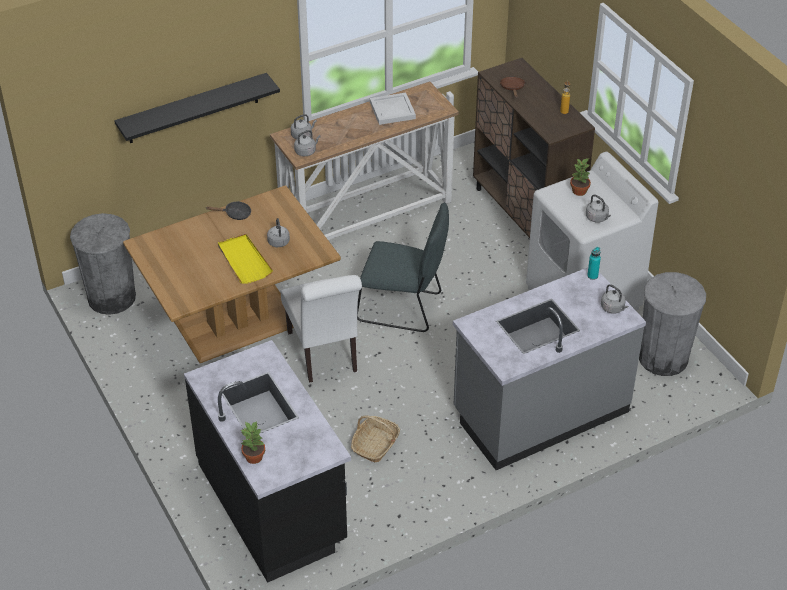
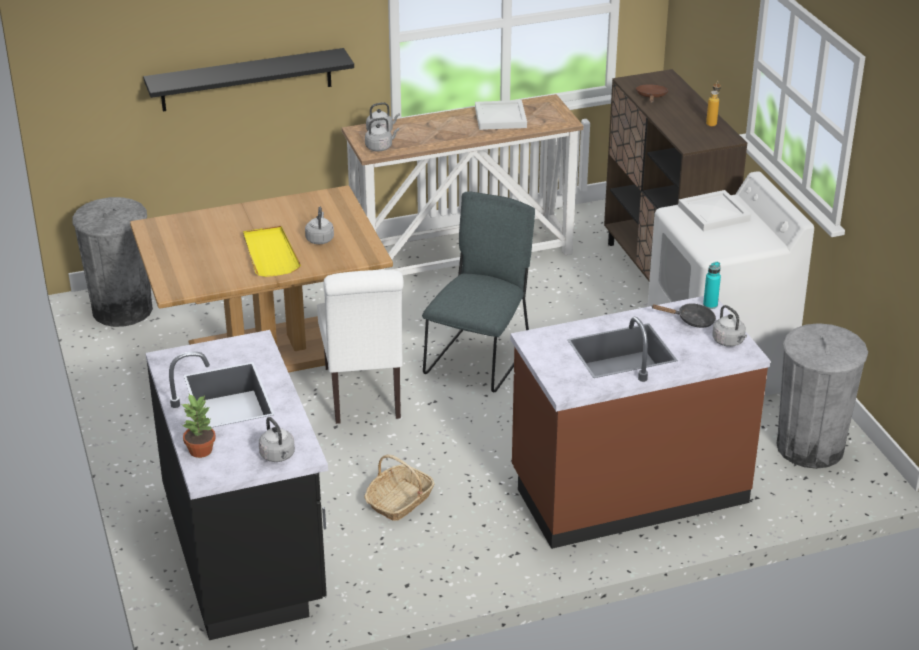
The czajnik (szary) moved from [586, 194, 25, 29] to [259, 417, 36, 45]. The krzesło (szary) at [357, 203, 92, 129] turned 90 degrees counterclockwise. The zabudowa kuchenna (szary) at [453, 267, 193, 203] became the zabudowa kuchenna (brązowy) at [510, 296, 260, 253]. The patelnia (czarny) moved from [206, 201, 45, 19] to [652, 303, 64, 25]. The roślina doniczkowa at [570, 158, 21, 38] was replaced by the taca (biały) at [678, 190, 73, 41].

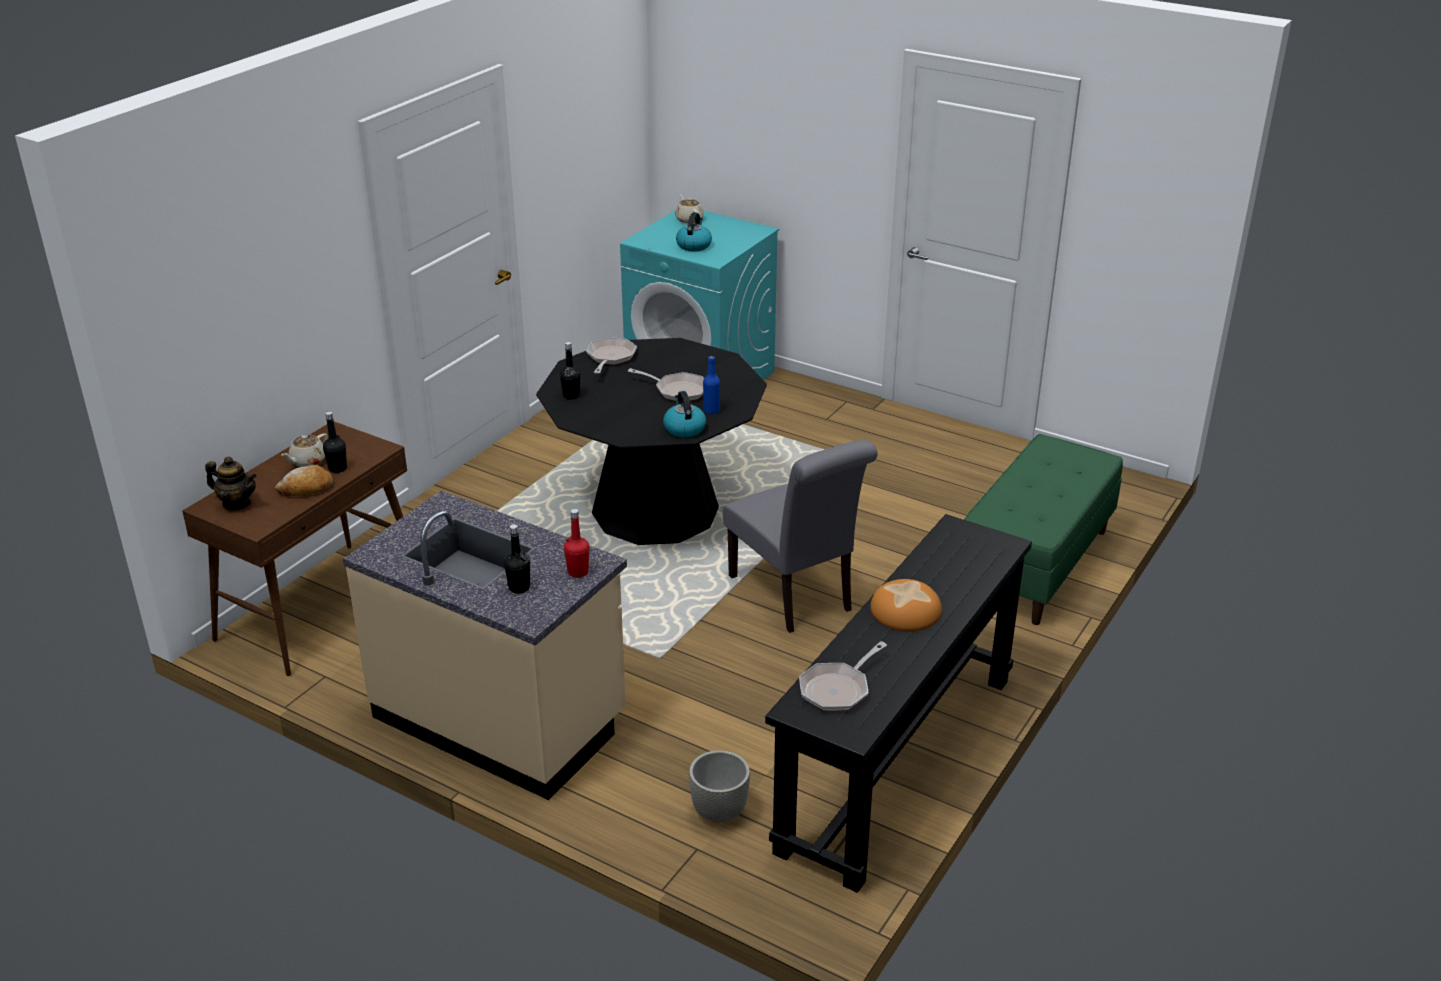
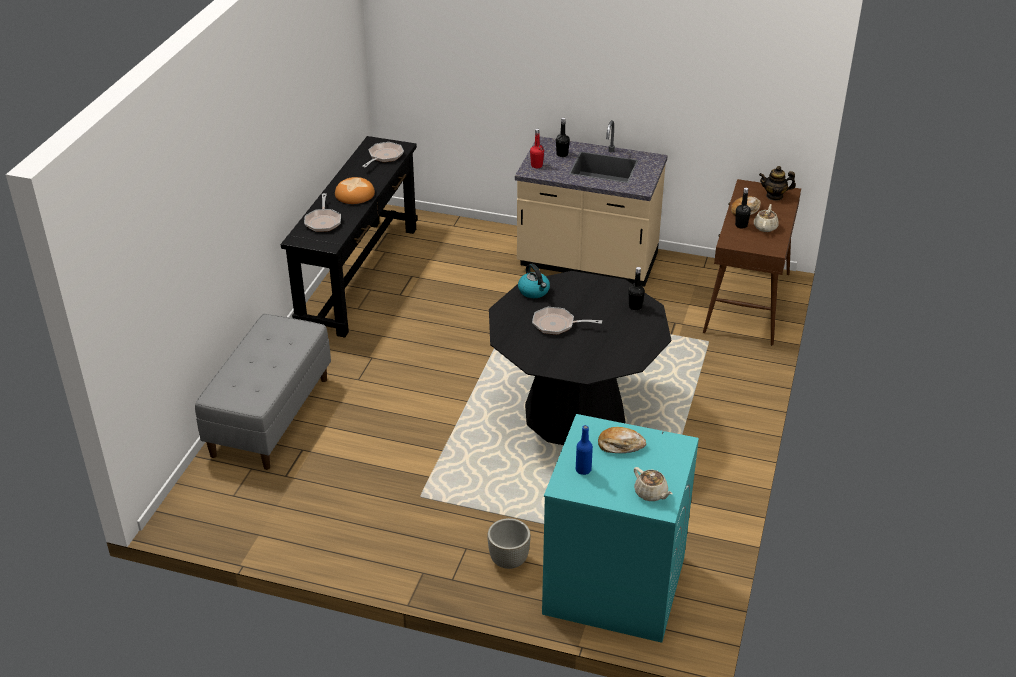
The ławka (zielony) at [964, 434, 159, 191] became the ławka (szary) at [195, 313, 136, 157]. The patelnia moved from [586, 337, 51, 37] to [304, 193, 37, 39]. The donica (szary) moved from [689, 750, 61, 73] to [487, 518, 44, 51]. The butelka (niebieski) moved from [703, 356, 17, 58] to [576, 425, 17, 50]. The czajnik at [676, 212, 36, 39] was replaced by the chleb at [598, 427, 48, 26]. The krzesło (szary) at [723, 440, 155, 193] disappeared.

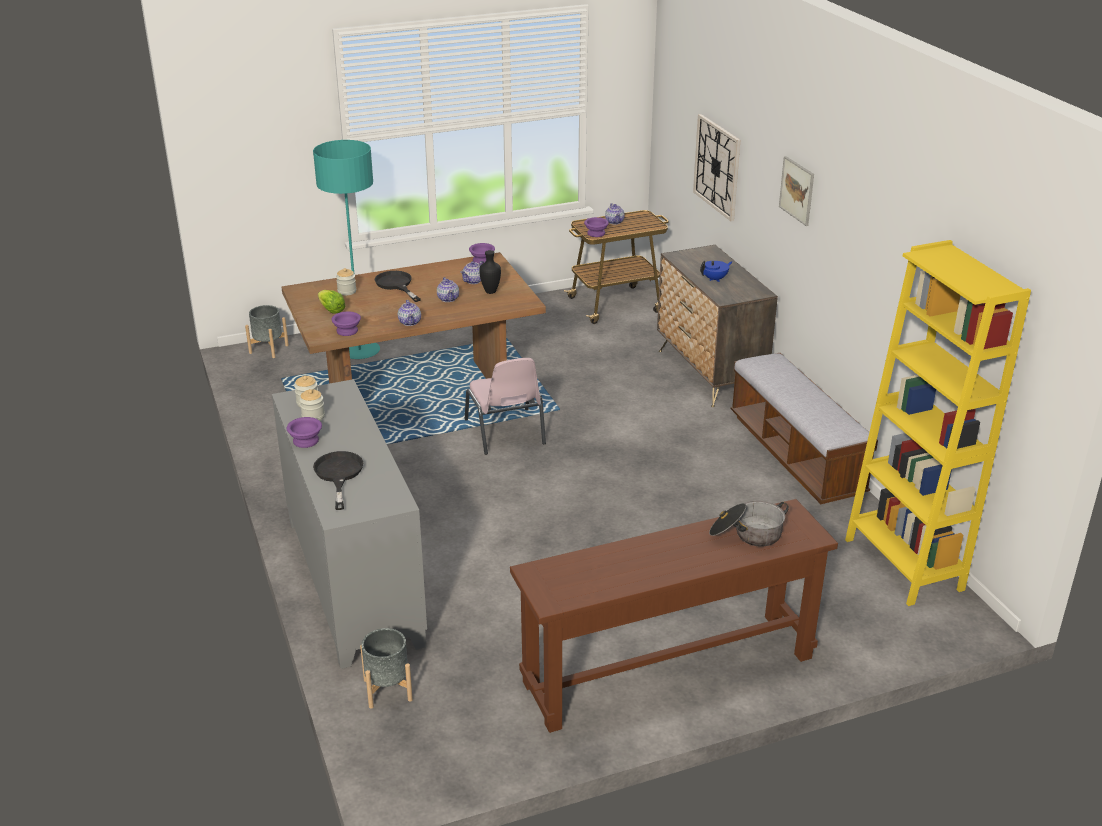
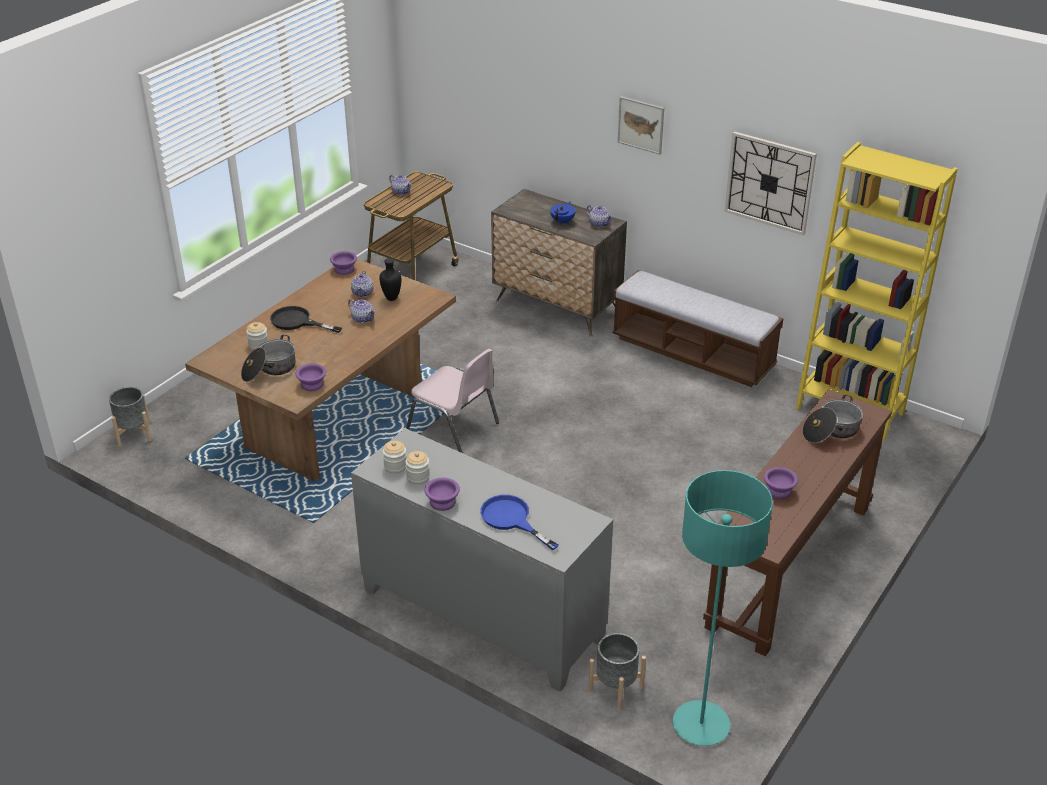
The sałata at [318, 290, 27, 24] was replaced by the garnek at [241, 335, 55, 47]. The patelnia (czarny) at [313, 451, 51, 59] became the patelnia (niebieski) at [480, 495, 79, 55]. The imbryk moved from [398, 300, 23, 26] to [586, 205, 27, 22]. The lampa stojąca (turkusowy) moved from [313, 140, 67, 219] to [673, 470, 100, 276]. The zegar ścienny moved from [693, 114, 47, 107] to [724, 131, 93, 104]. The miska (fioletowy) moved from [584, 217, 25, 20] to [764, 467, 34, 32].

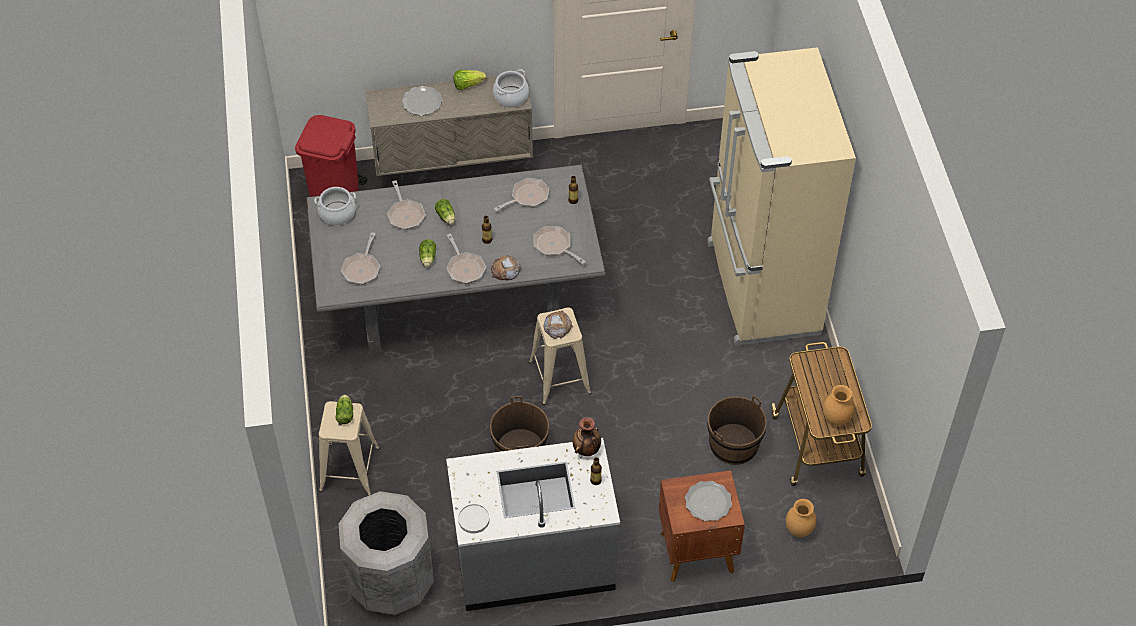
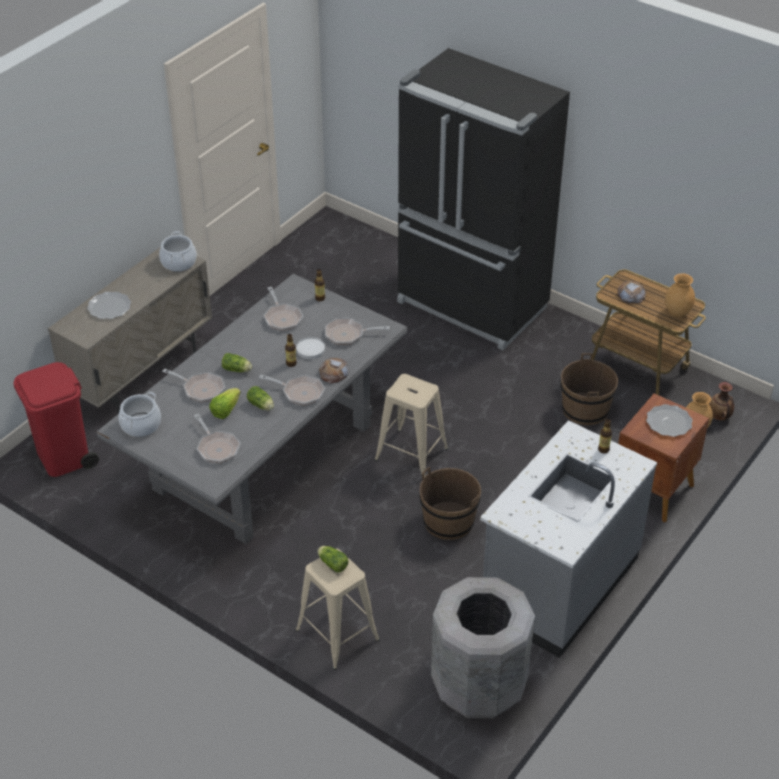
The sałata moved from [454, 70, 32, 20] to [209, 388, 32, 31]. The patelnia at [493, 178, 56, 33] turned 150 degrees clockwise. The talerz (biały) moved from [458, 504, 32, 30] to [296, 337, 29, 22]. The lodówka (beżowy) at [707, 47, 149, 299] became the lodówka (czarny) at [397, 48, 173, 303]. The chleb moved from [543, 311, 30, 28] to [617, 280, 29, 24]. The wazon moved from [572, 417, 29, 39] to [709, 382, 25, 38].

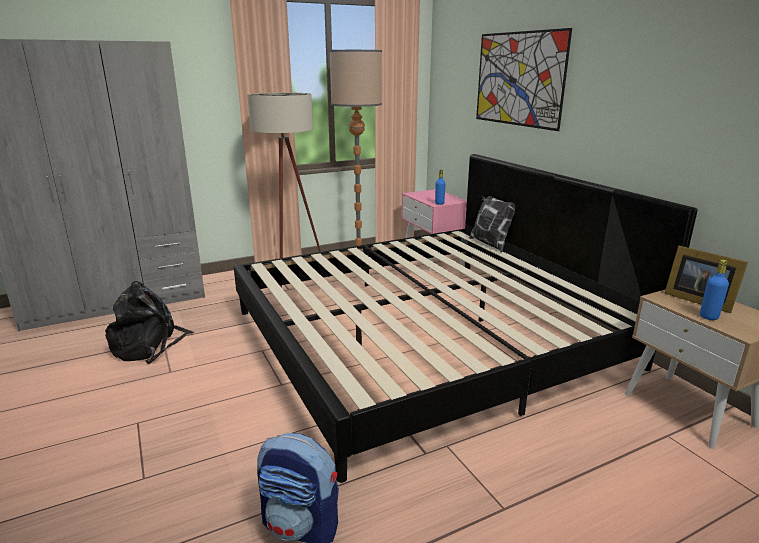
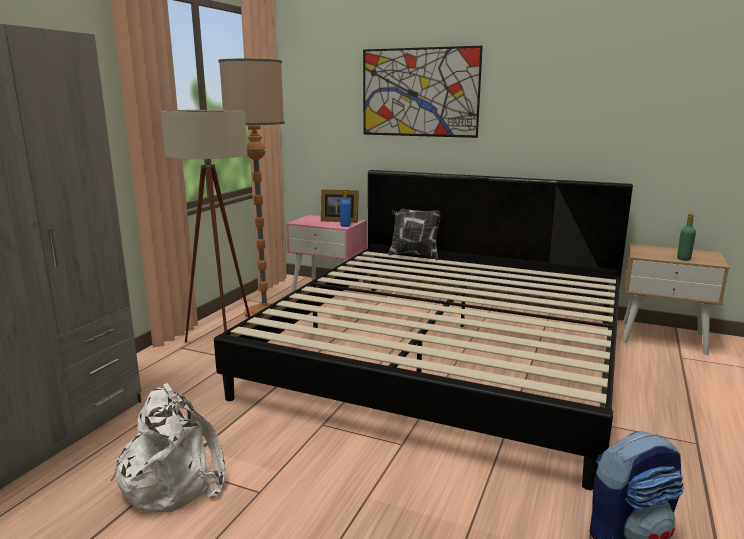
The plecak (czarny) at [105, 281, 89, 83] became the plecak (biały) at [110, 383, 115, 130]. The ramka na zdjęcie moved from [665, 246, 83, 67] to [321, 189, 38, 33]. The butelka (niebieski) at [700, 259, 29, 61] became the butelka (zielony) at [677, 214, 19, 46].

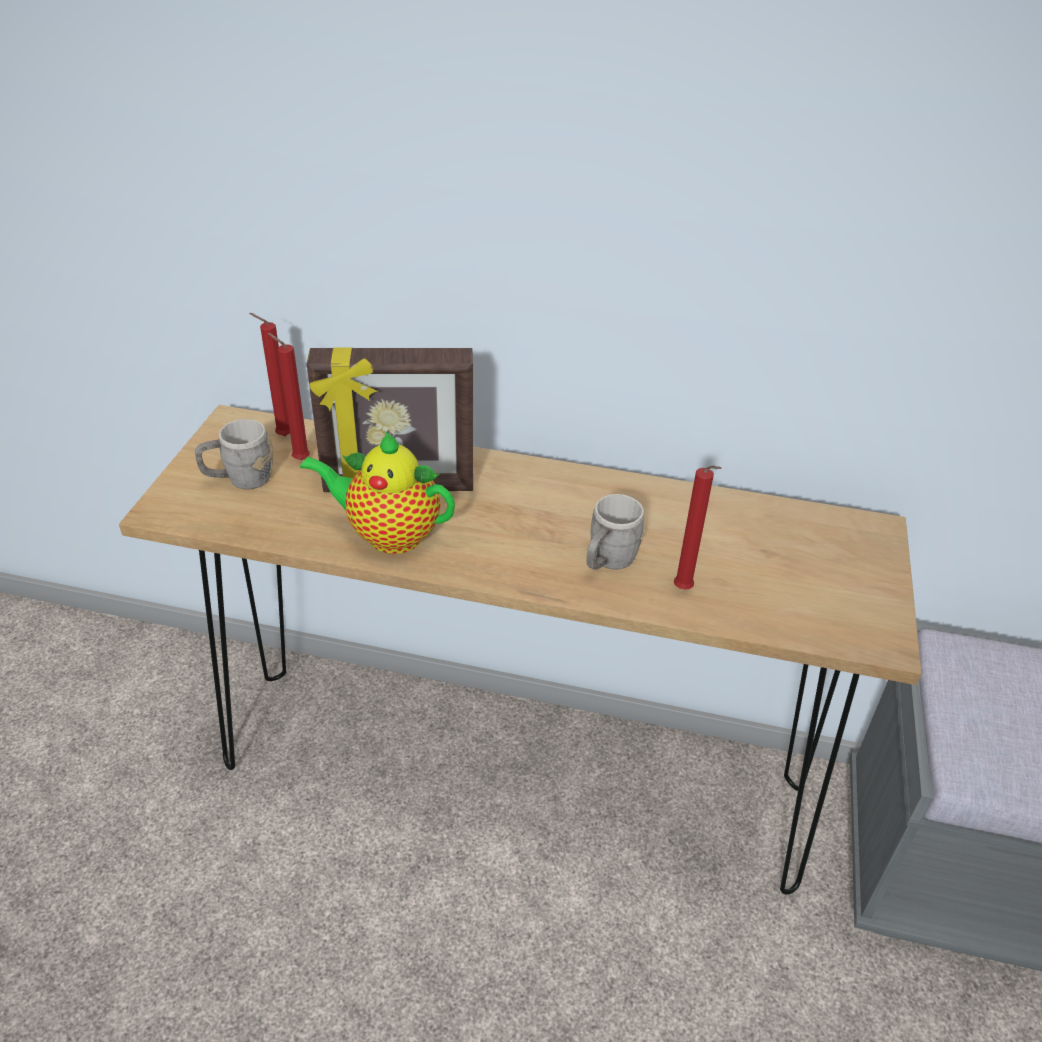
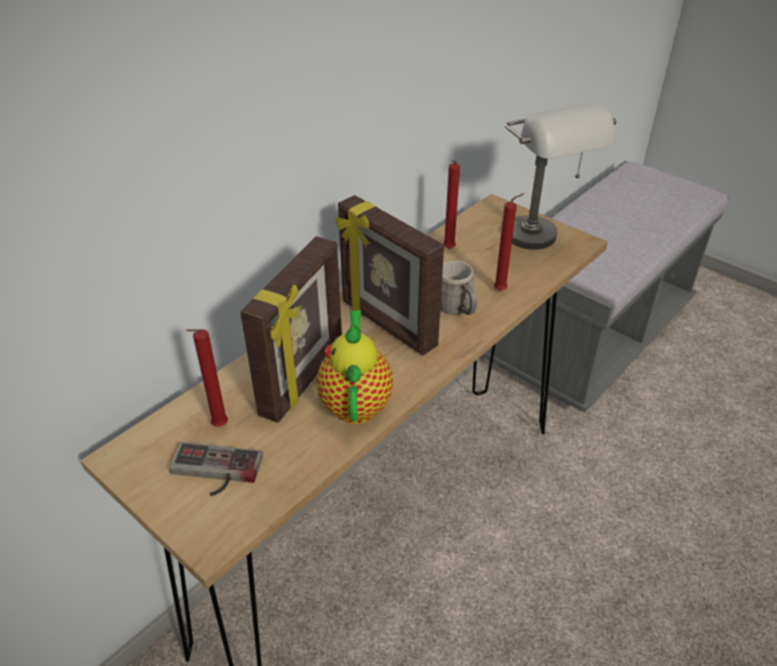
The kubek (szary) at [195, 419, 78, 71] was replaced by the pad do gier at [169, 442, 94, 54]. The imbryk at [300, 432, 155, 122] turned 135 degrees clockwise. The ramka na zdjęcie at [336, 195, 108, 161] appeared. The świeca (czerwony) moved from [249, 313, 41, 123] to [443, 160, 17, 89]. The lampa stołowa (szary) at [505, 102, 111, 148] appeared.

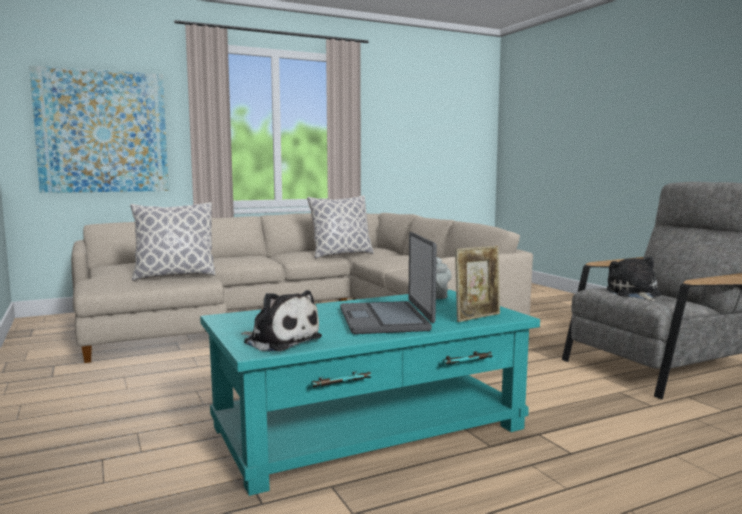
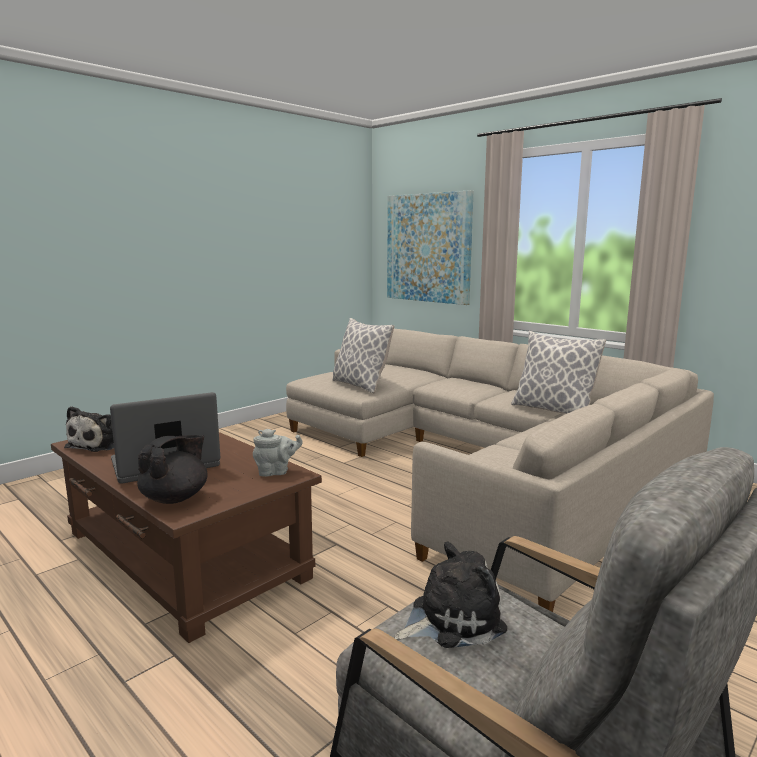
The ława (turkusowy) at [200, 290, 340, 206] became the ława (brązowy) at [51, 432, 271, 211]. The ramka na zdjęcie at [455, 246, 45, 76] was replaced by the imbryk (czarny) at [137, 435, 70, 69].

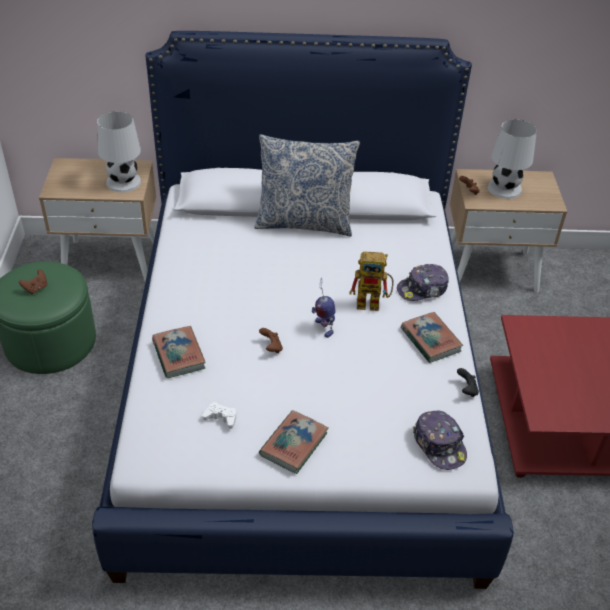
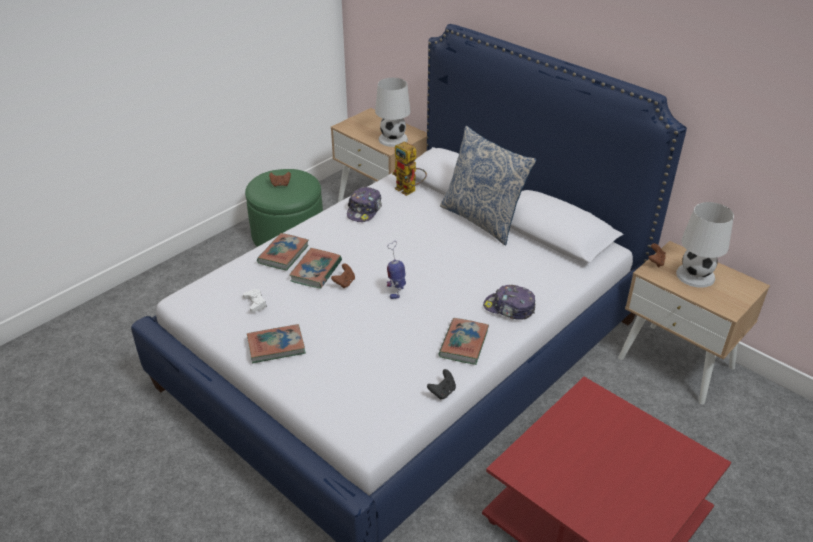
The książka at [289, 248, 53, 41] appeared. The czapka z daszkiem moved from [413, 410, 54, 60] to [347, 187, 35, 35]. The robot zabawkowy moved from [349, 251, 45, 60] to [393, 141, 34, 55].

